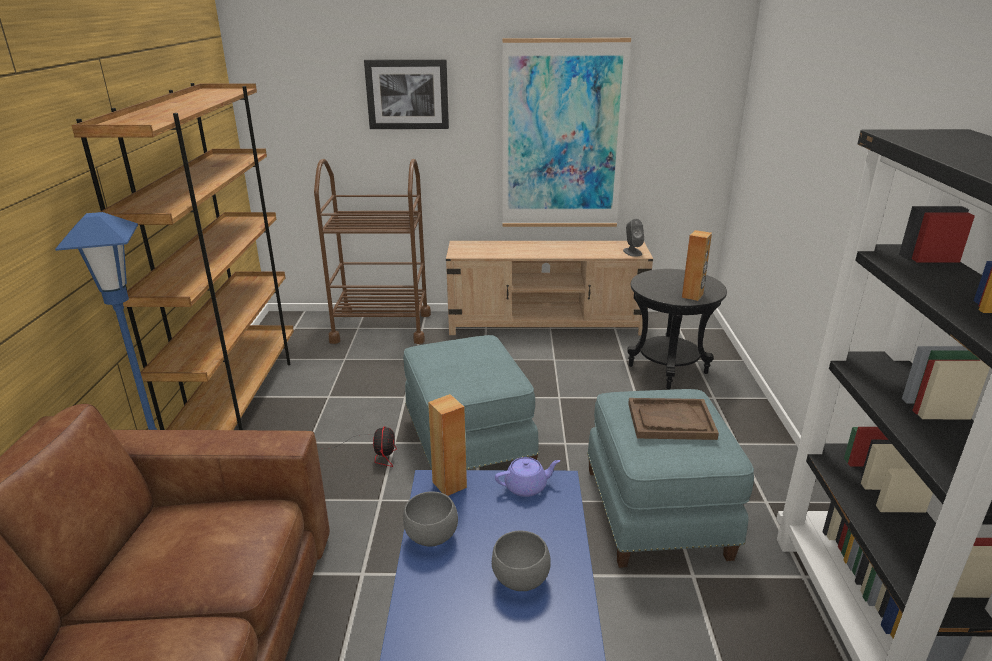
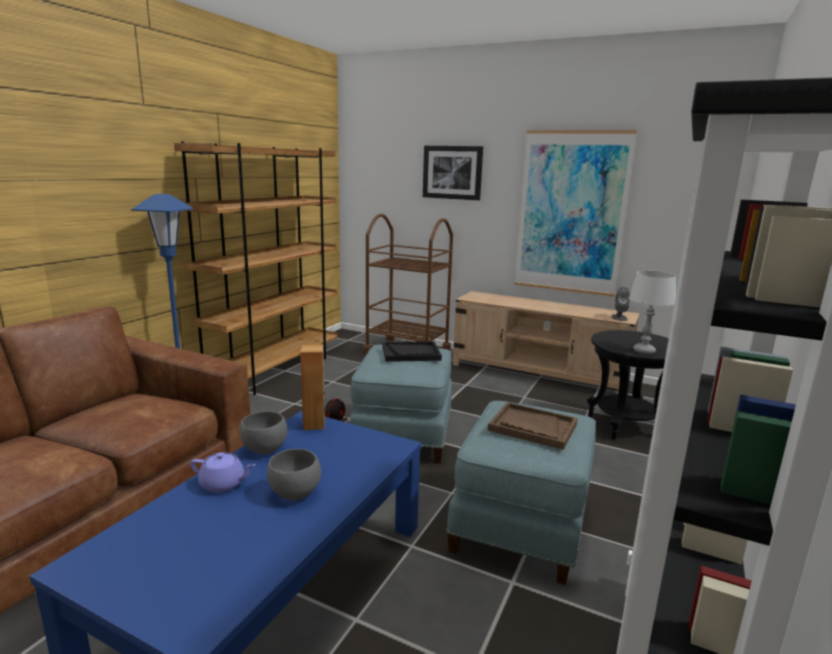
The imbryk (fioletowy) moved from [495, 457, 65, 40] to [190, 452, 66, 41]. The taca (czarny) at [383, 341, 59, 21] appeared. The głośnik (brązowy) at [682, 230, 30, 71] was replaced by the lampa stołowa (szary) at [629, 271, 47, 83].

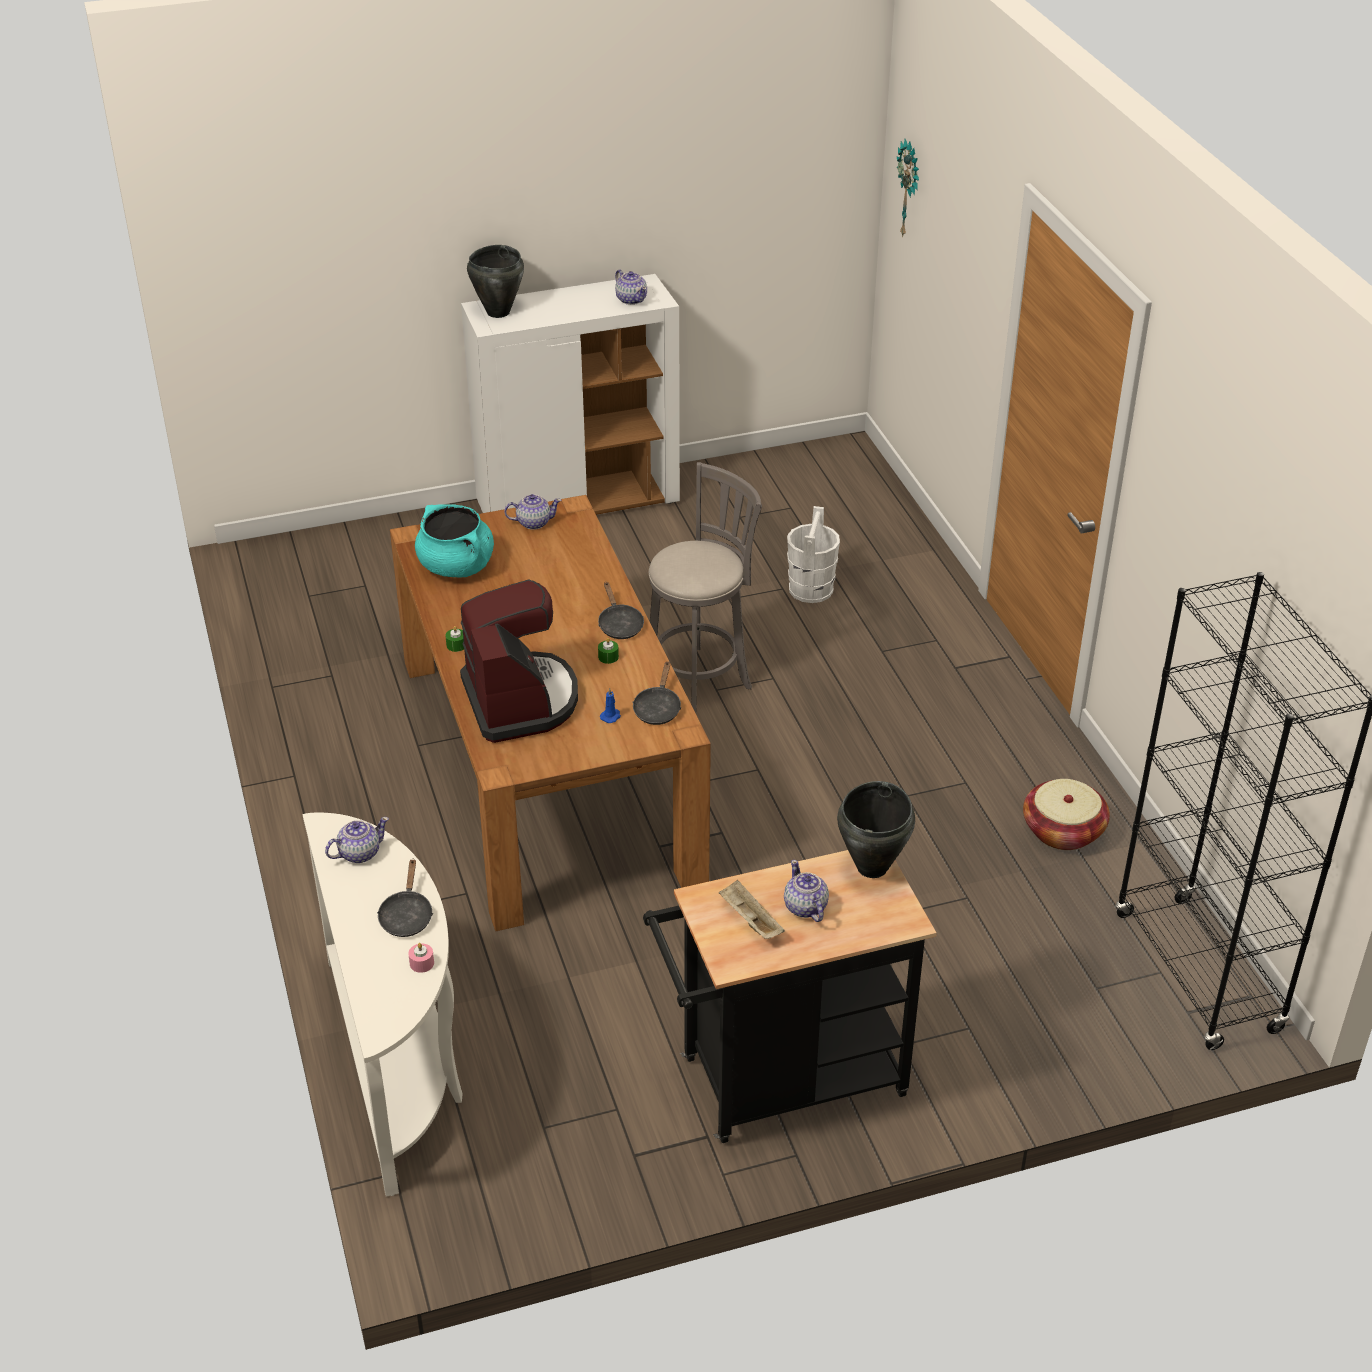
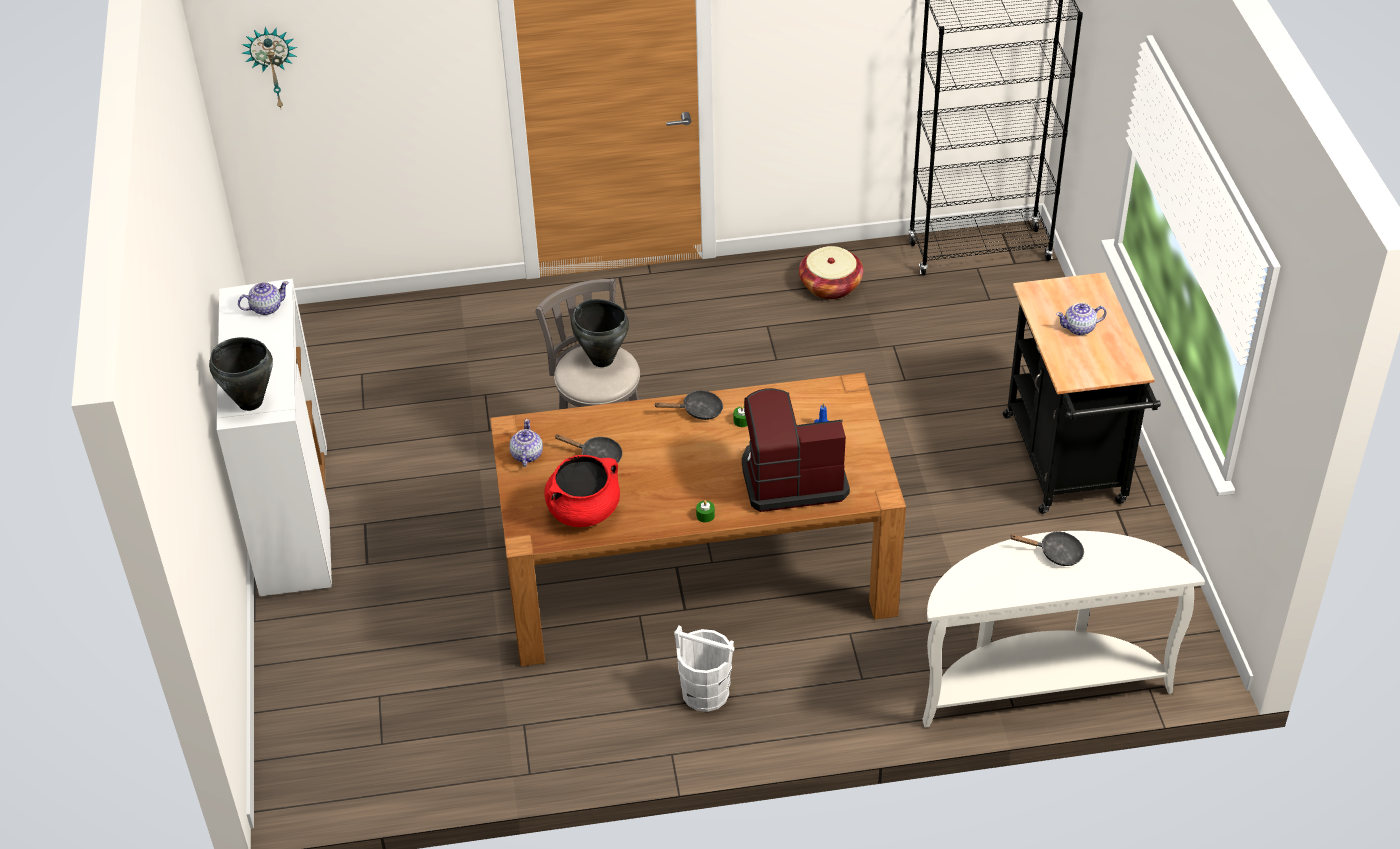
The garnek (turkusowy) at [415, 504, 79, 74] became the garnek (czerwony) at [544, 455, 76, 72]. The patelnia (czarny) moved from [633, 661, 48, 64] to [554, 434, 69, 29]. The garnek (czarny) moved from [837, 781, 78, 97] to [571, 299, 58, 68]. The wiadro (biały) moved from [787, 506, 53, 97] to [674, 625, 61, 87]. The imbryk at [325, 817, 64, 46] disappeared. The świeca (różowy) at [408, 943, 26, 30] disappeared. The taca (beżowy) at [719, 880, 66, 59] disappeared.

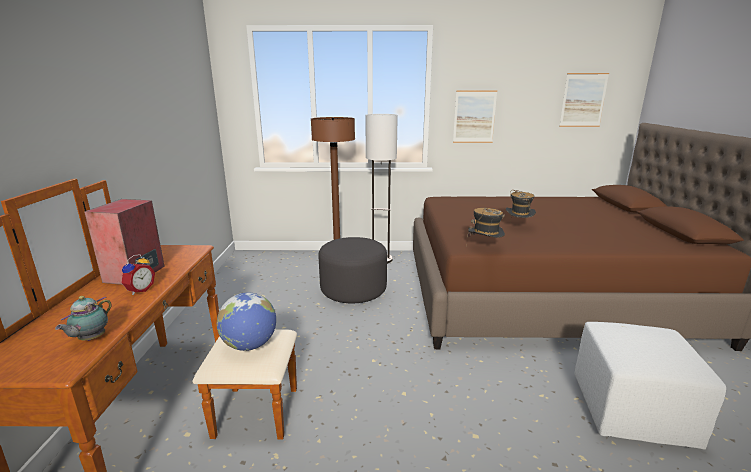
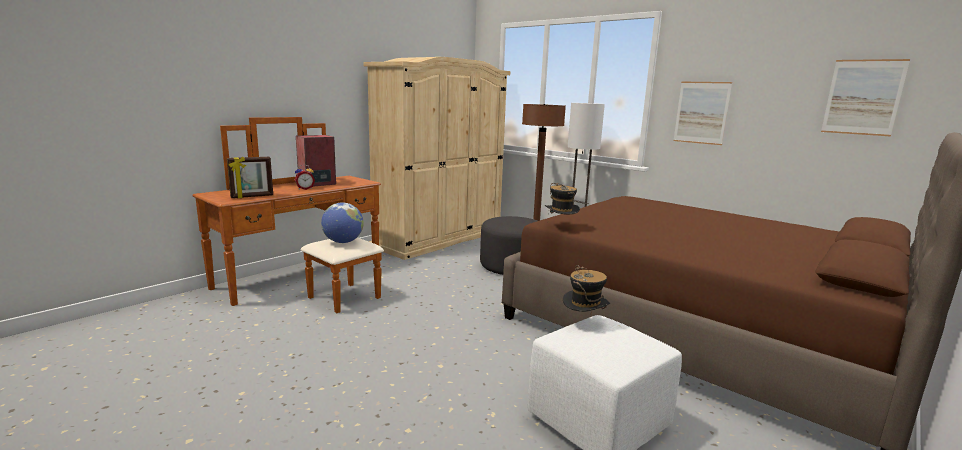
The imbryk at [55, 296, 57, 45] was replaced by the ramka na zdjęcie at [227, 157, 46, 41]. The szafa (beżowy) at [363, 57, 147, 203] appeared. The kapelusz moved from [506, 190, 30, 28] to [563, 265, 47, 47].

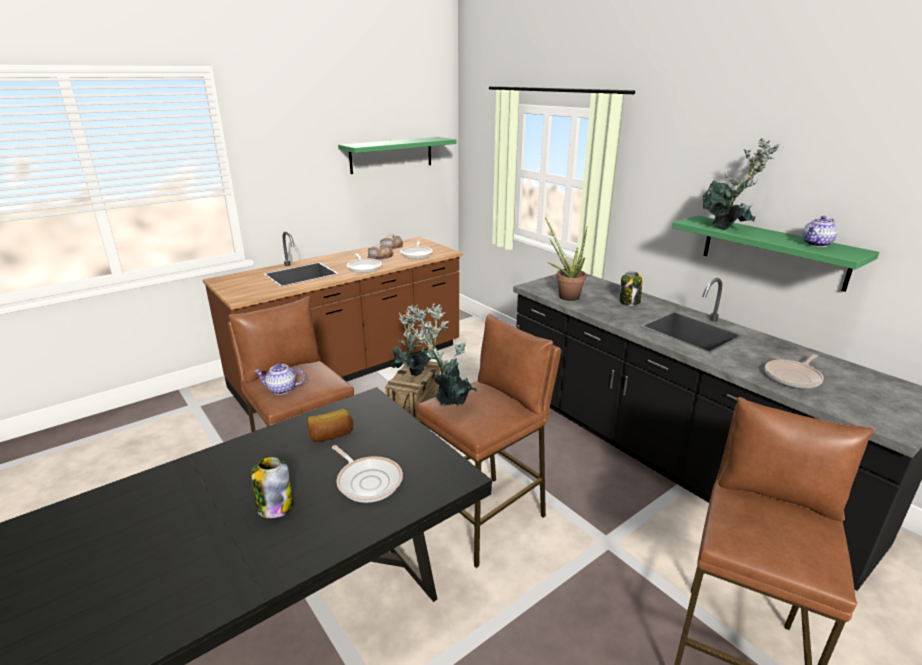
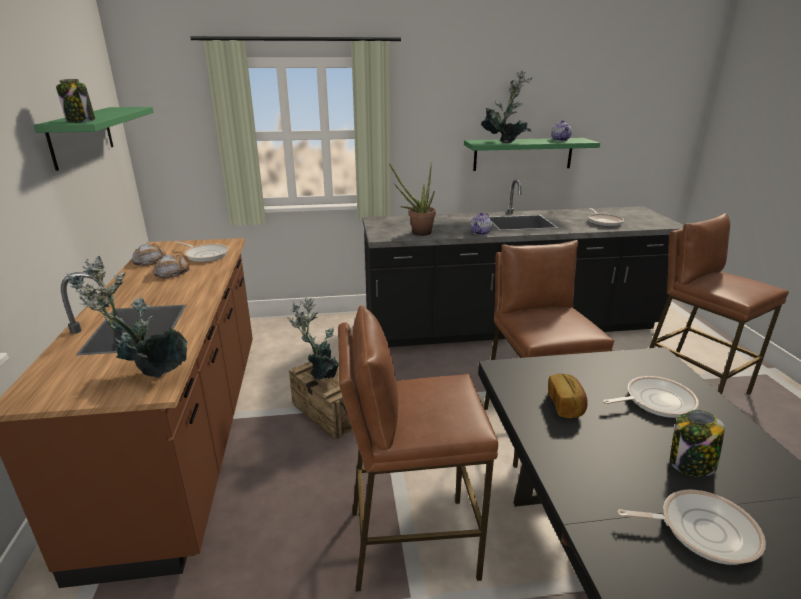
The słoik moved from [620, 271, 22, 35] to [56, 79, 39, 44]. The roślina doniczkowa moved from [411, 303, 66, 102] to [66, 256, 121, 122]. The imbryk moved from [255, 363, 50, 32] to [470, 212, 22, 23]. The patelnia moved from [347, 253, 35, 20] to [617, 490, 149, 75].

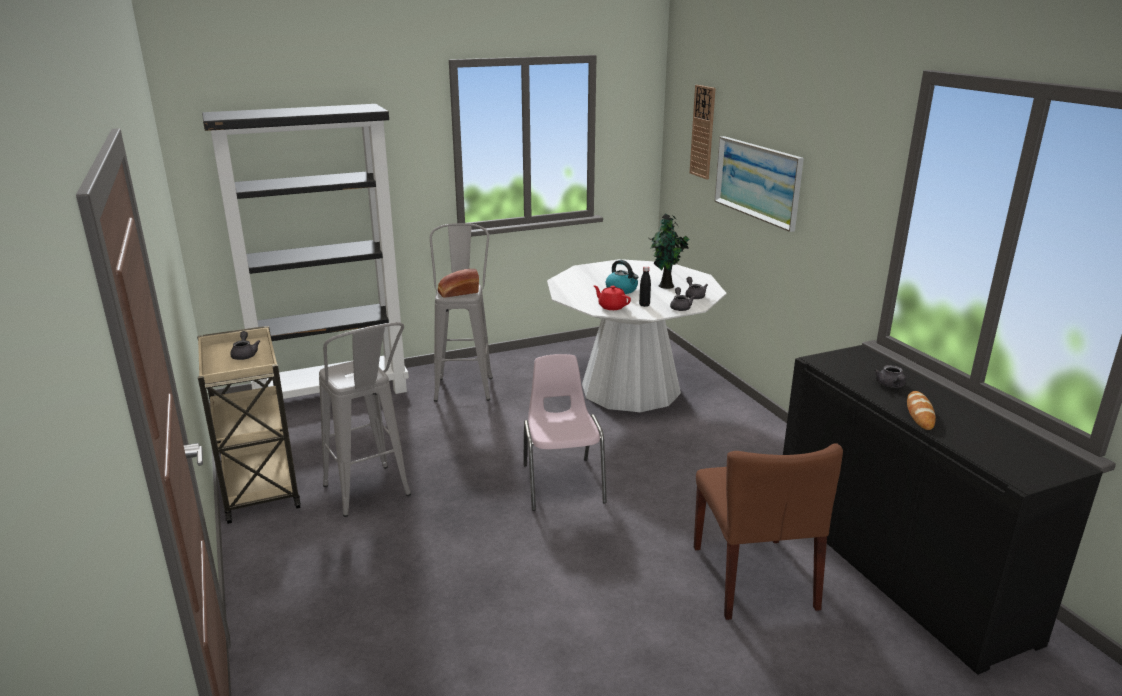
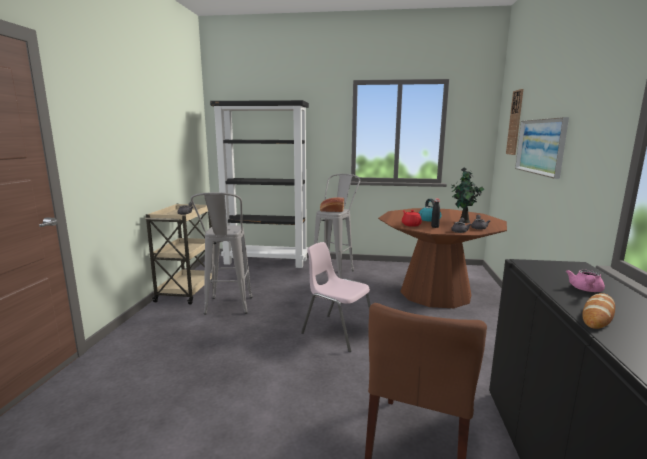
The krzesło (różowy) at [523, 354, 84, 157] turned 75 degrees counterclockwise. The stół jadalny (biały) at [547, 259, 180, 153] became the stół jadalny (brązowy) at [378, 208, 129, 100]. The imbryk (szary) at [874, 365, 32, 23] became the imbryk (różowy) at [566, 270, 39, 22].

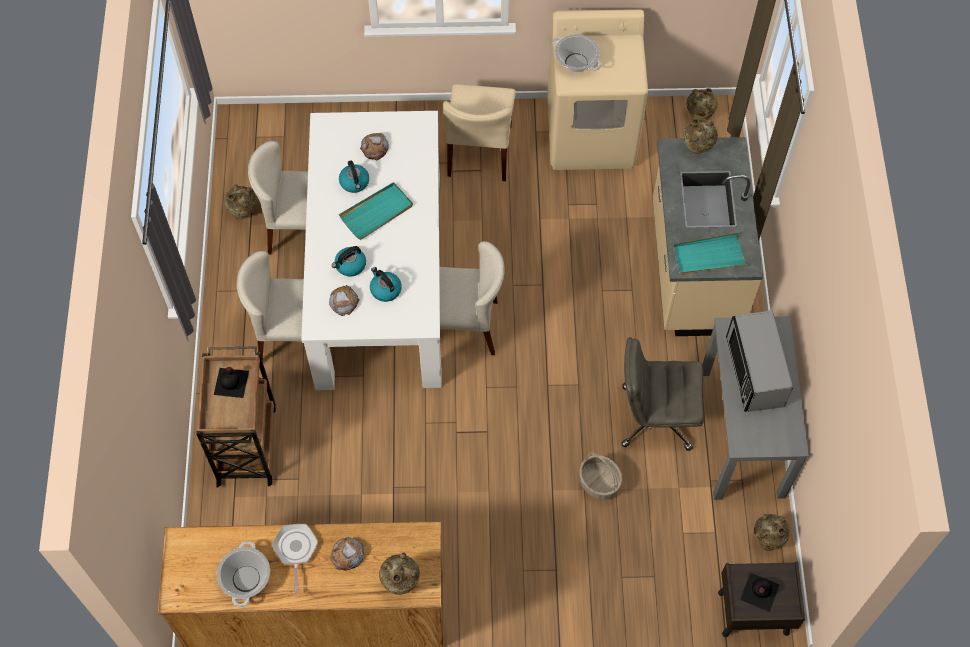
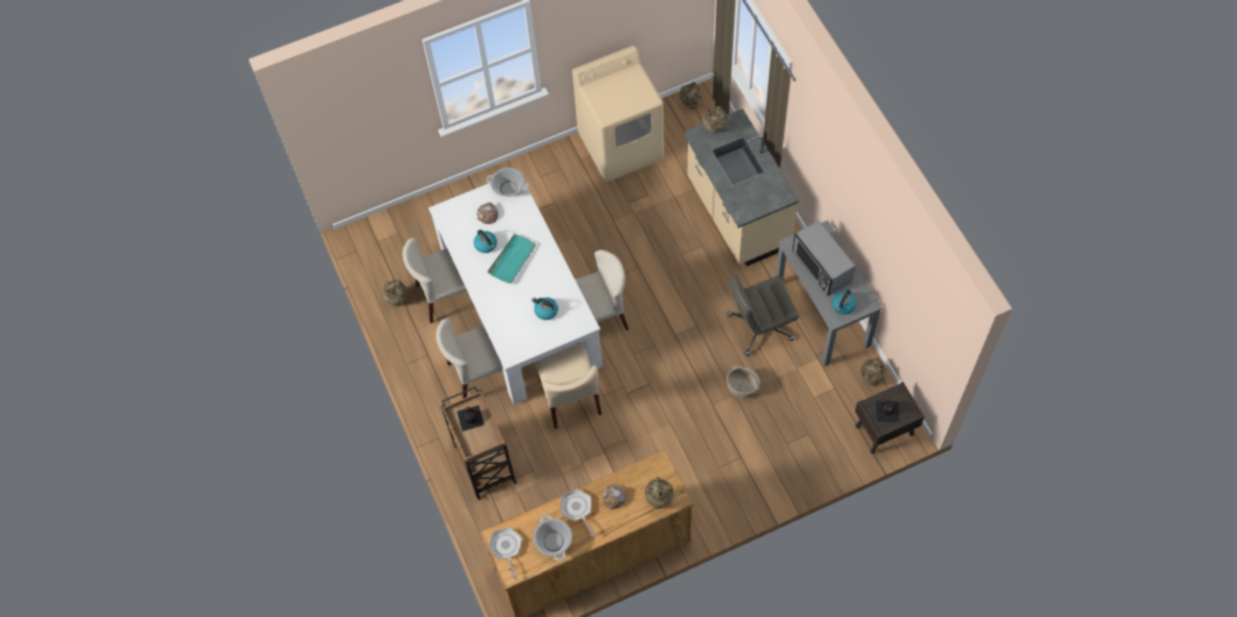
The garnek moved from [553, 34, 49, 38] to [486, 167, 43, 30]. The patelnia at [489, 527, 33, 52] appeared. The krzesło (beżowy) moved from [443, 84, 73, 97] to [534, 343, 68, 86]. The czajnik moved from [332, 246, 34, 30] to [832, 290, 24, 24]. The chleb at [329, 285, 31, 31] disappeared. The taca (turkusowy) at [673, 232, 75, 43] disappeared.

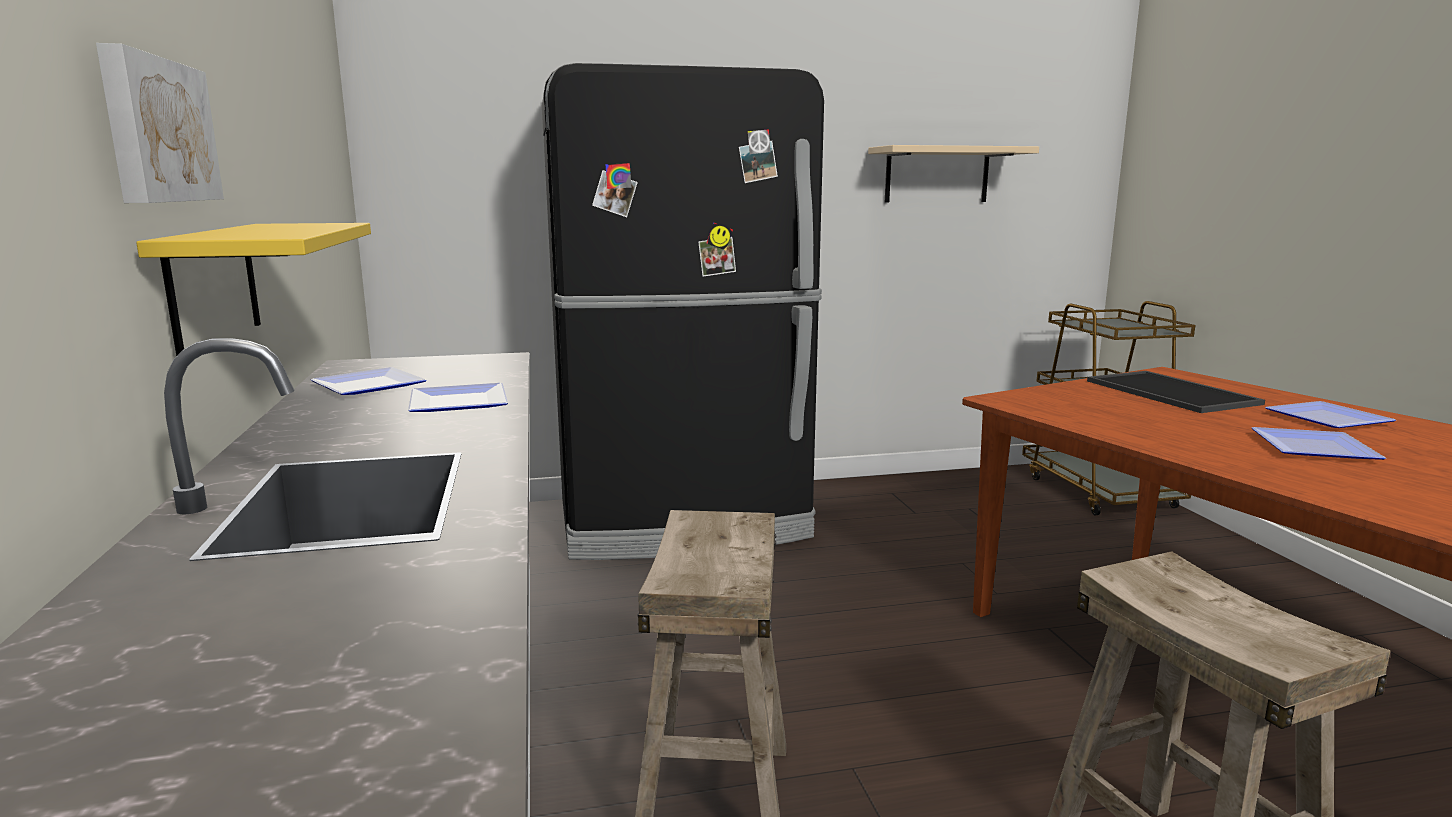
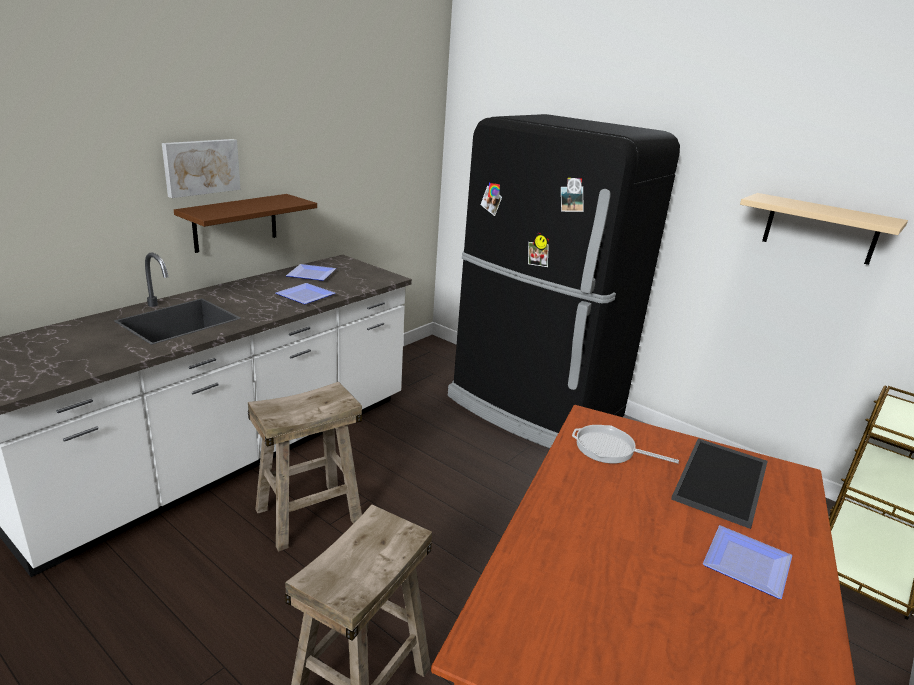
The półka (żółty) at [136, 223, 235, 133] became the półka (brązowy) at [174, 194, 143, 59]. The patelnia at [572, 425, 107, 39] appeared. The talerz at [1252, 427, 134, 33] disappeared.

